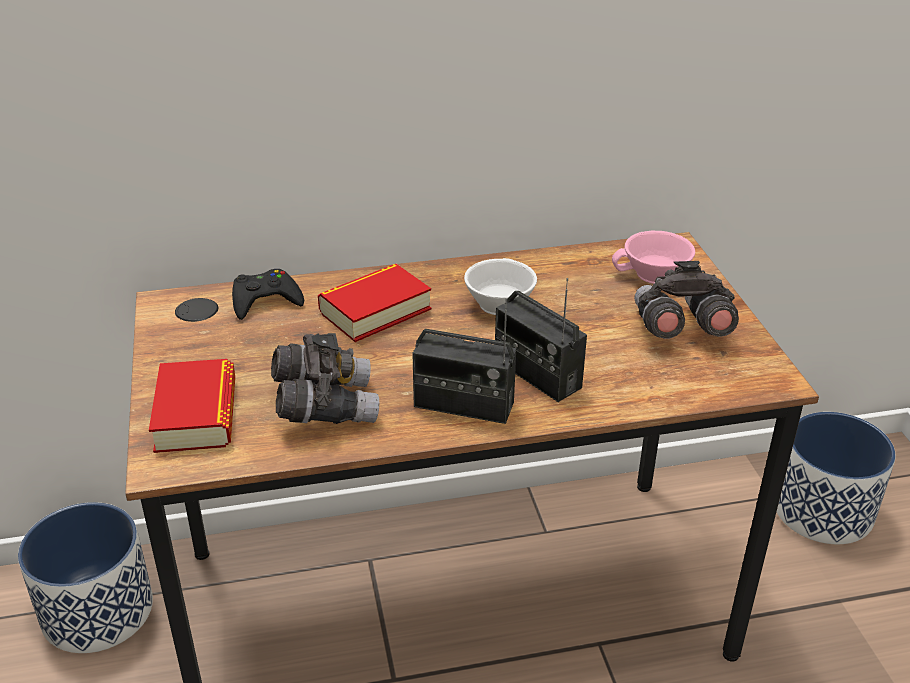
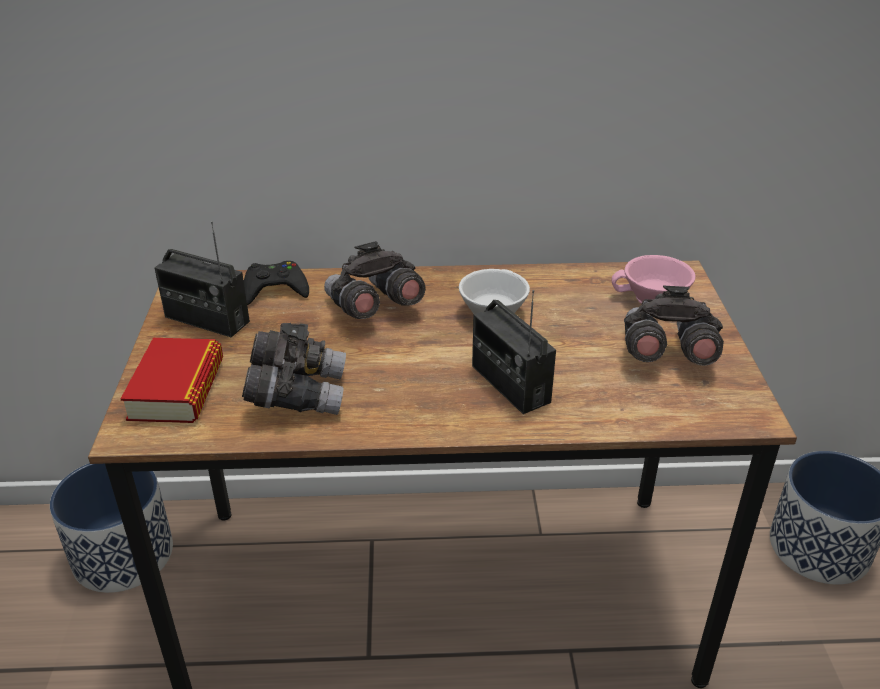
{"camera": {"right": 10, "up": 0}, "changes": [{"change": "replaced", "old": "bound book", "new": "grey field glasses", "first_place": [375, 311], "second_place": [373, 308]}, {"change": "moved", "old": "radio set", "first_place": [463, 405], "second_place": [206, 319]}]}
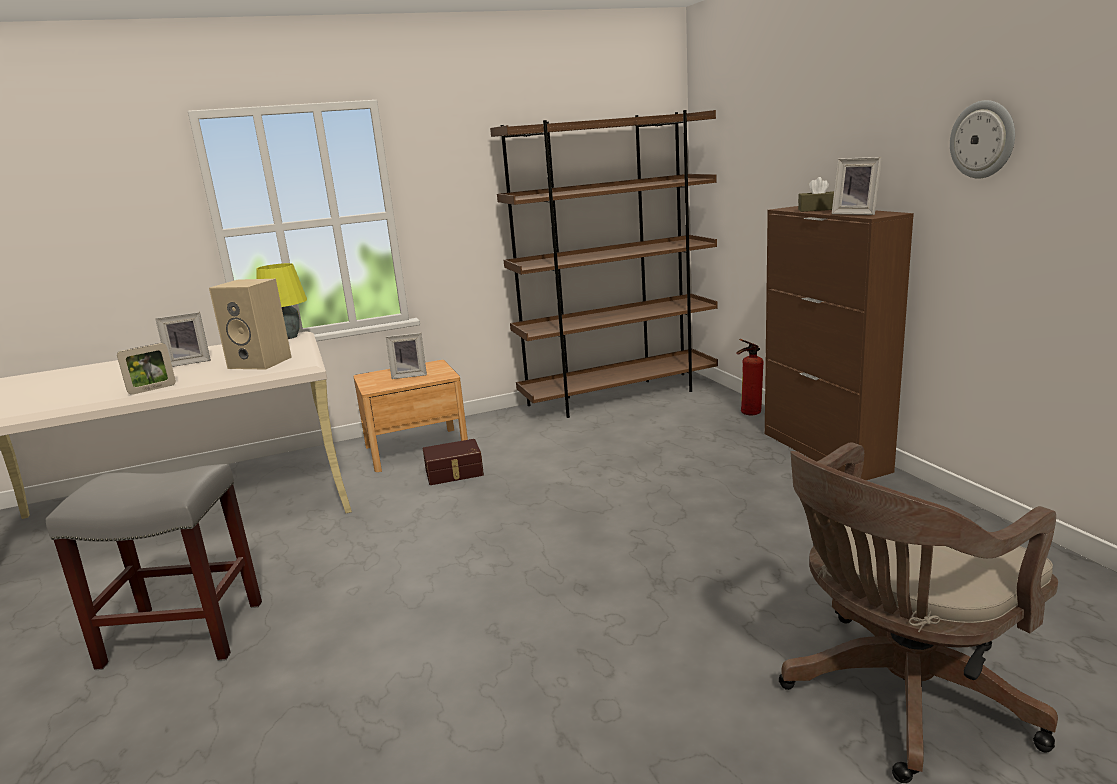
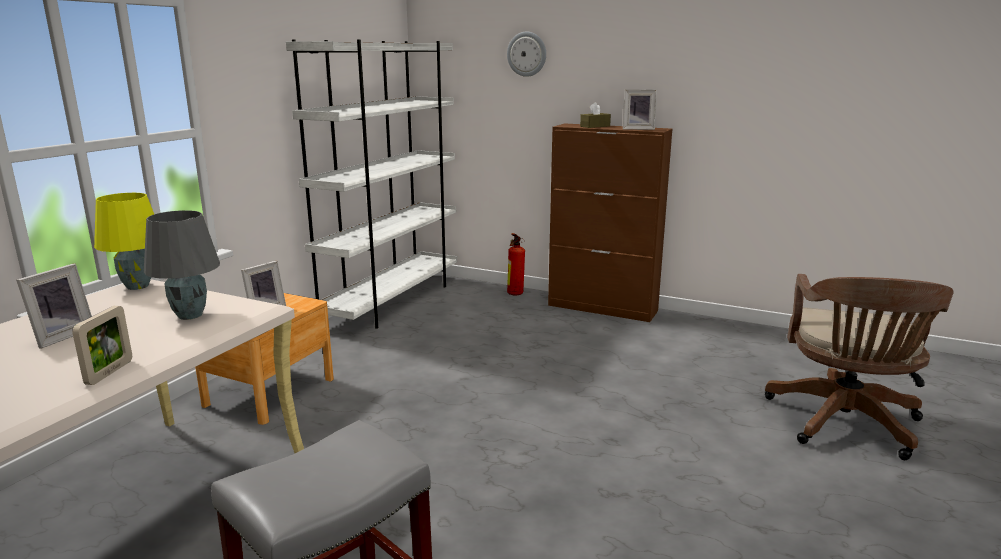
{"camera": {"right": -45, "up": 0}, "changes": [{"change": "replaced", "old": "beige speaker", "new": "grey tabletop lamp", "first_place": [262, 362], "second_place": [191, 315]}, {"change": "removed", "old": "brown-coloured storage container", "first_place": [454, 473]}, {"change": "recoloured", "old": "brown-coloured shelving unit", "new": "whitish shelving unit", "first_place": [619, 396], "second_place": [392, 302]}, {"change": "moved", "old": "clock on the wall", "first_place": [983, 139], "second_place": [527, 54]}]}
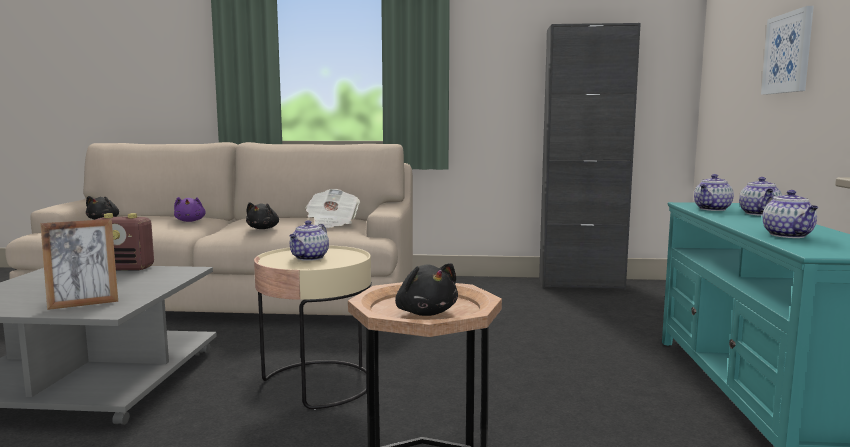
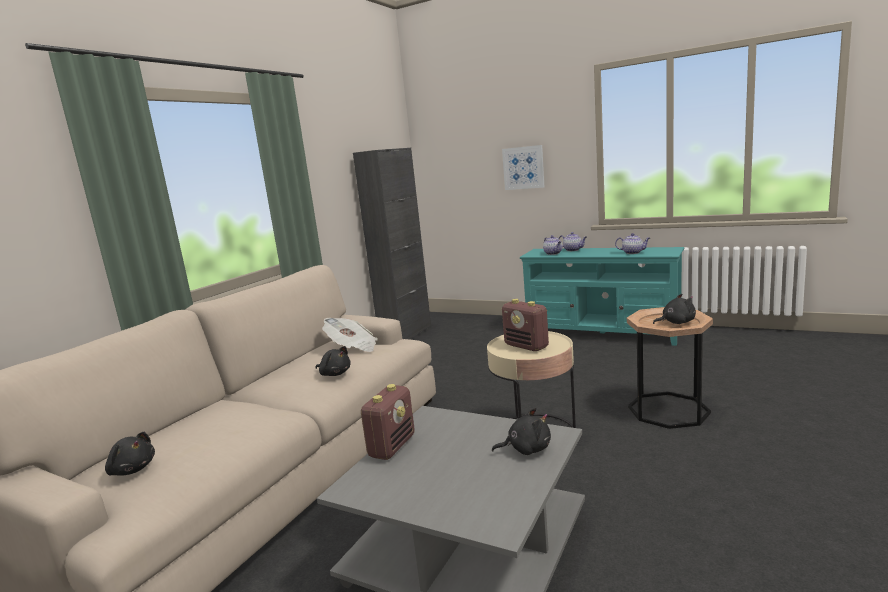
{"camera": {"right": -65, "up": 5}, "changes": [{"change": "replaced", "old": "picture frame", "new": "black soft toy", "first_place": [84, 303], "second_place": [526, 449]}, {"change": "removed", "old": "purple soft toy", "first_place": [190, 221]}, {"change": "replaced", "old": "tea pot", "new": "radio set", "first_place": [309, 258], "second_place": [527, 346]}]}
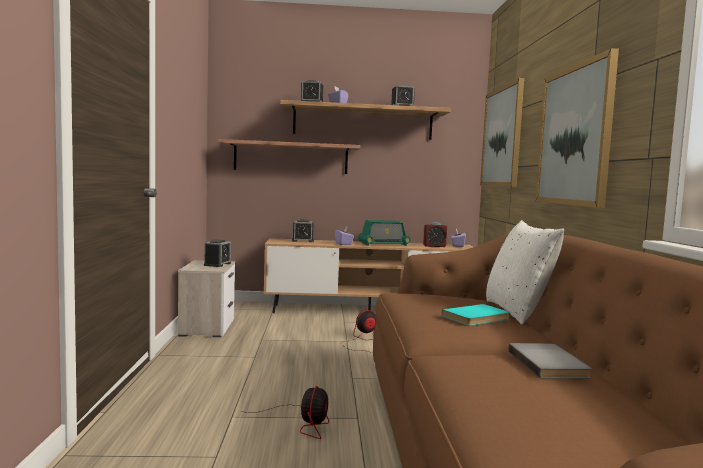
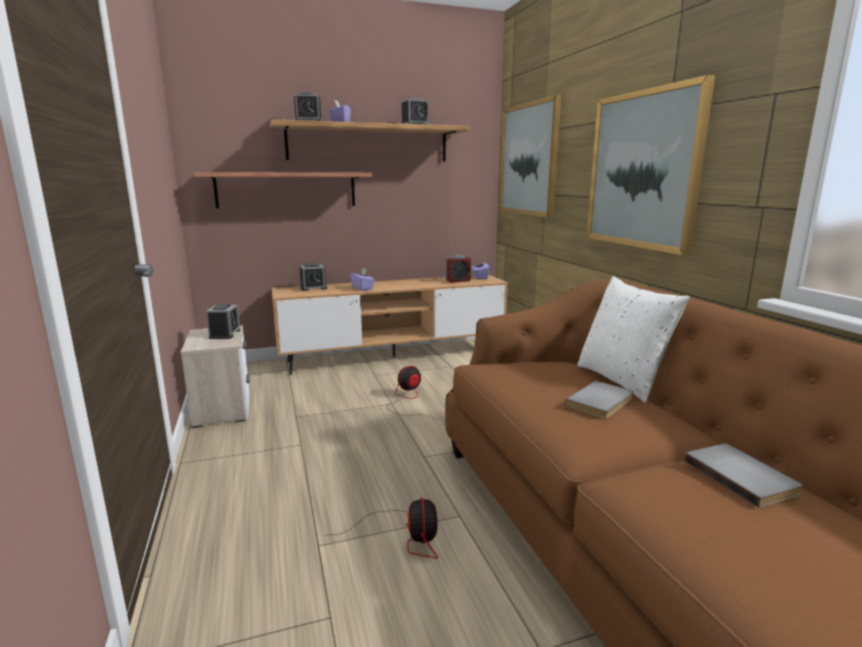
{"camera": {"right": -15, "up": 10}, "changes": [{"change": "removed", "old": "radio set", "first_place": [383, 244]}, {"change": "recoloured", "old": "blue-green bound book", "new": "grey bound book", "first_place": [477, 318], "second_place": [602, 403]}]}
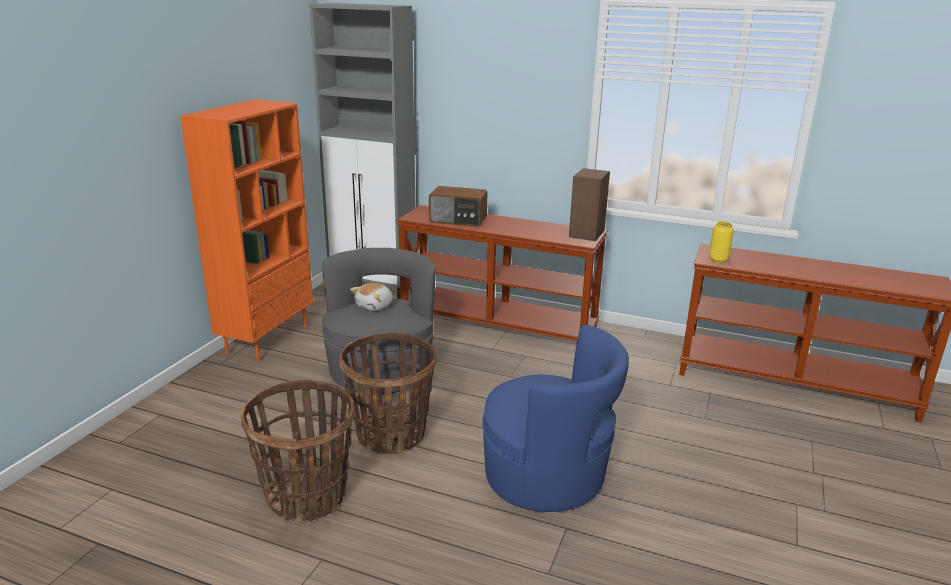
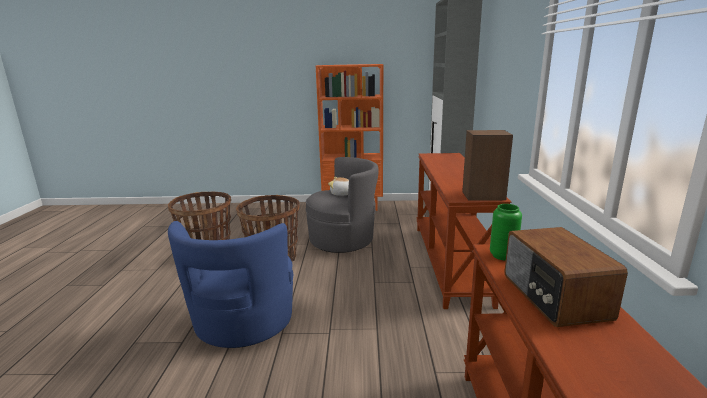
{"camera": {"right": 70, "up": -5}, "changes": [{"change": "moved", "old": "radio set", "first_place": [458, 220], "second_place": [553, 297]}, {"change": "recoloured", "old": "yellow-coloured vase", "new": "greenish vase", "first_place": [718, 260], "second_place": [503, 256]}]}
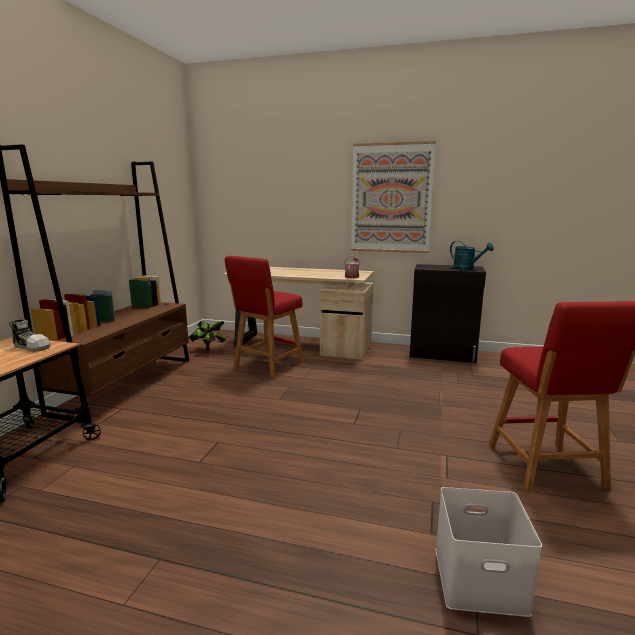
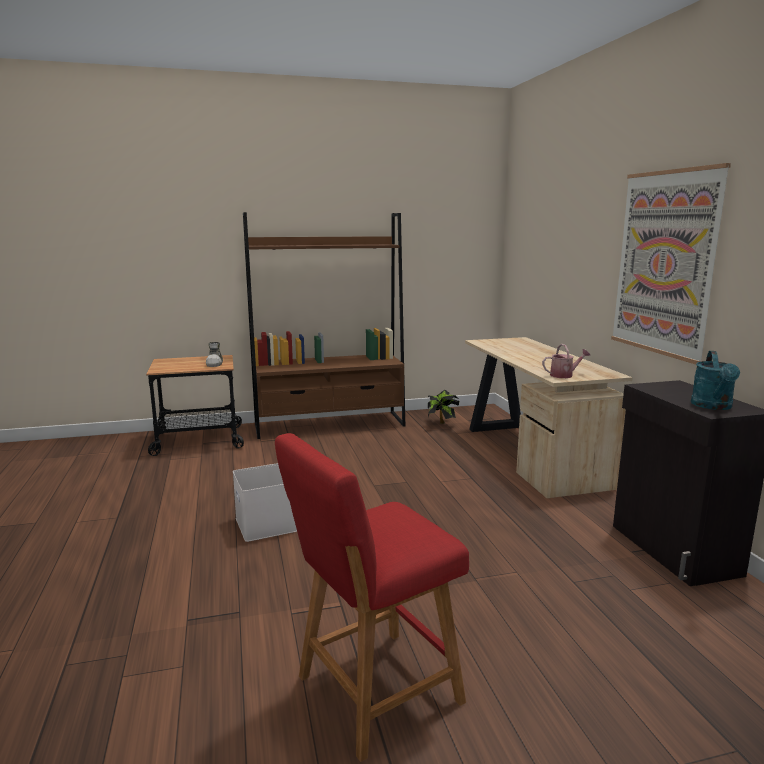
{"camera": {"right": 60, "up": 0}, "changes": [{"change": "removed", "old": "red-coloured sitting stool", "first_place": [267, 365]}, {"change": "moved", "old": "whitish storage container", "first_place": [478, 580], "second_place": [264, 524]}]}
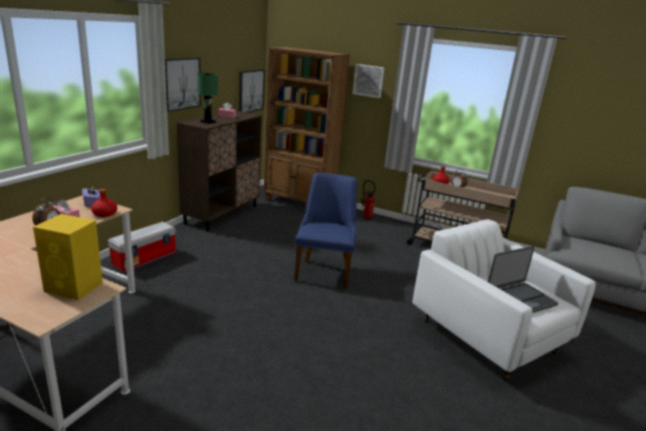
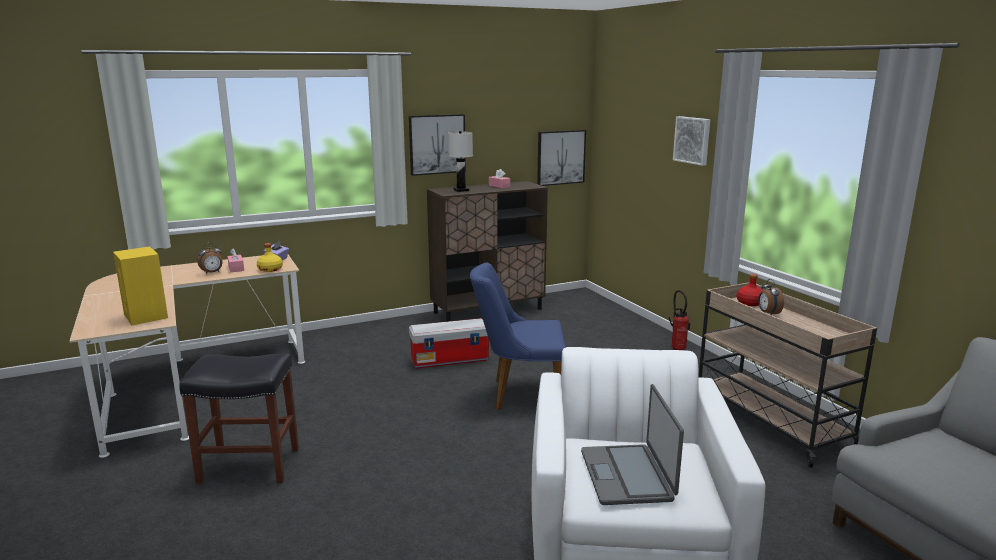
{"camera": {"right": 40, "up": -5}, "changes": [{"change": "recoloured", "old": "red-coloured bottle", "new": "yellow-coloured bottle", "first_place": [104, 214], "second_place": [270, 269]}, {"change": "moved", "old": "storage container", "first_place": [145, 259], "second_place": [450, 359]}, {"change": "recoloured", "old": "greenish tabletop lamp", "new": "whitish tabletop lamp", "first_place": [208, 122], "second_place": [461, 190]}, {"change": "removed", "old": "brown-coloured shelving unit", "first_place": [299, 202]}, {"change": "turned", "old": "bluish chair", "first_place": [324, 270], "second_place": [519, 394], "degrees": -135}, {"change": "turned", "old": "notebook computer", "first_place": [520, 299], "second_place": [627, 475], "degrees": 75}, {"change": "added", "new": "black sitting stool", "second_place": [248, 466]}]}
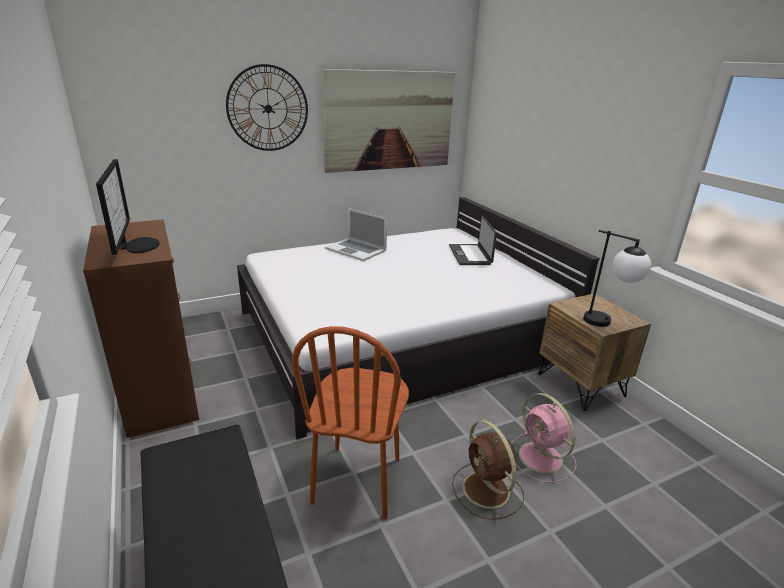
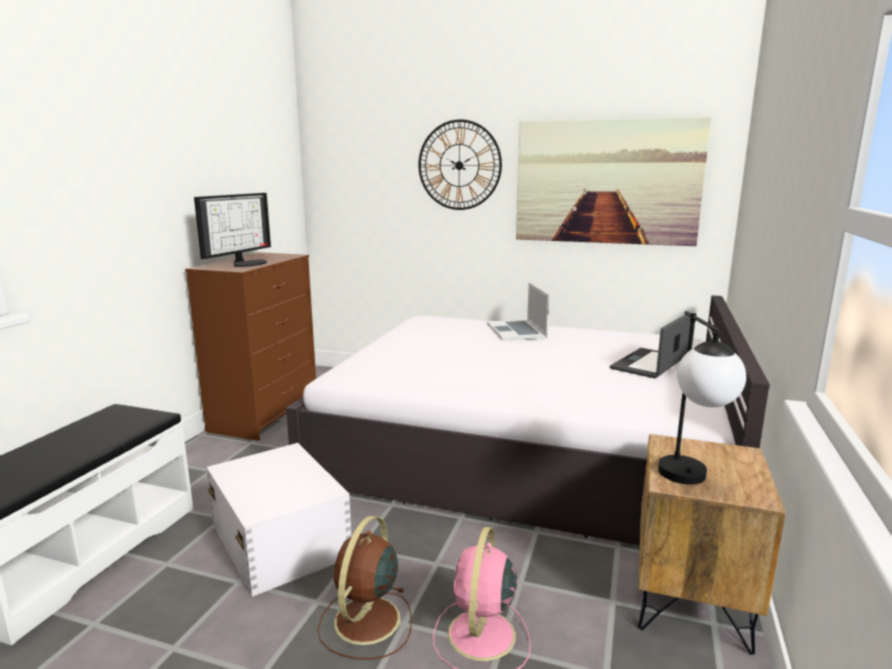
{"camera": {"right": 45, "up": -10}, "changes": [{"change": "replaced", "old": "brown-coloured chair", "new": "whitish storage container", "first_place": [358, 480], "second_place": [280, 539]}]}
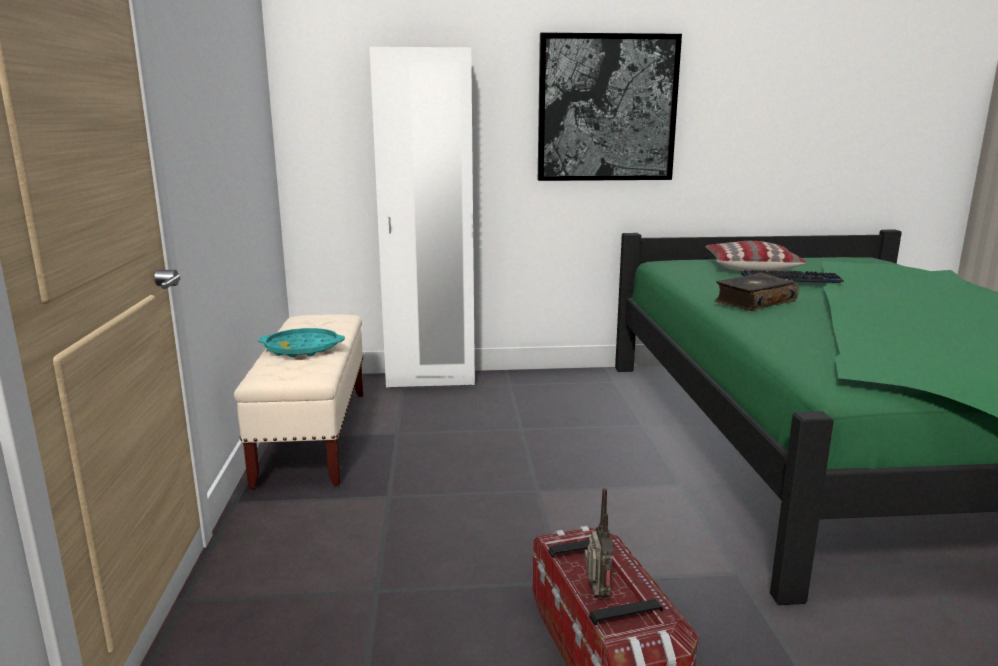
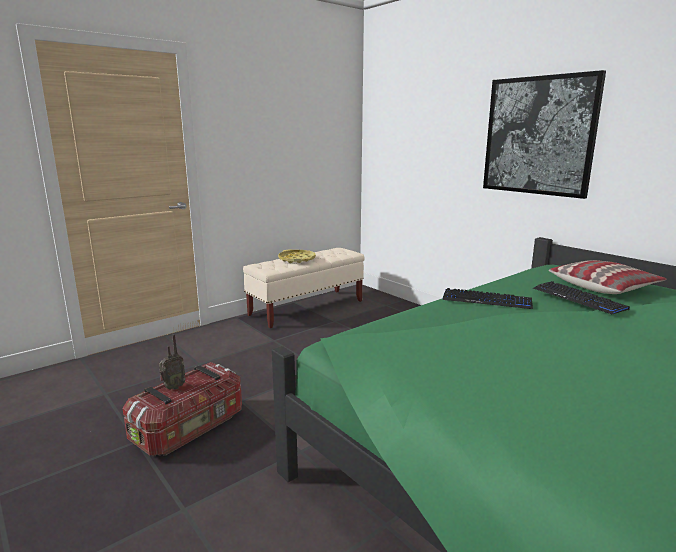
{"camera": {"right": 55, "up": 0}, "changes": [{"change": "recoloured", "old": "blue-green serving tray", "new": "yellow-coloured serving tray", "first_place": [302, 348], "second_place": [297, 259]}, {"change": "removed", "old": "whitish armoire", "first_place": [430, 380]}, {"change": "replaced", "old": "bound book", "new": "computer keyboard", "first_place": [753, 302], "second_place": [486, 300]}]}
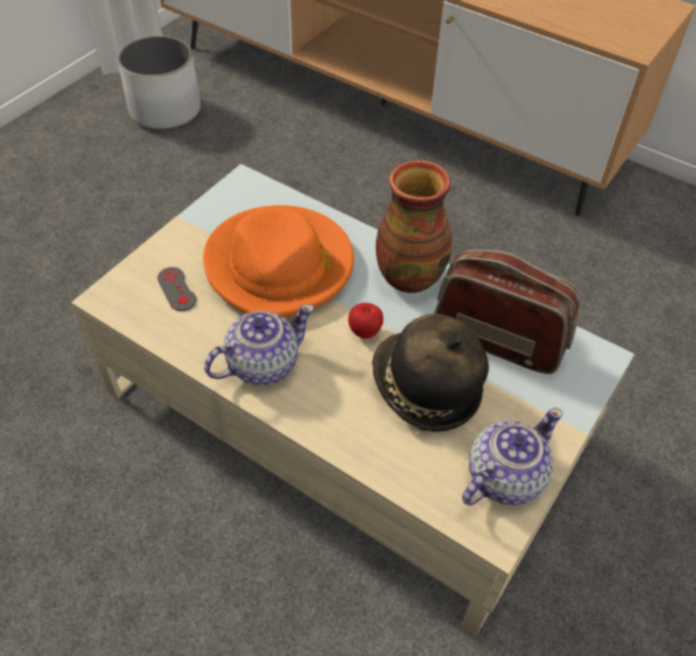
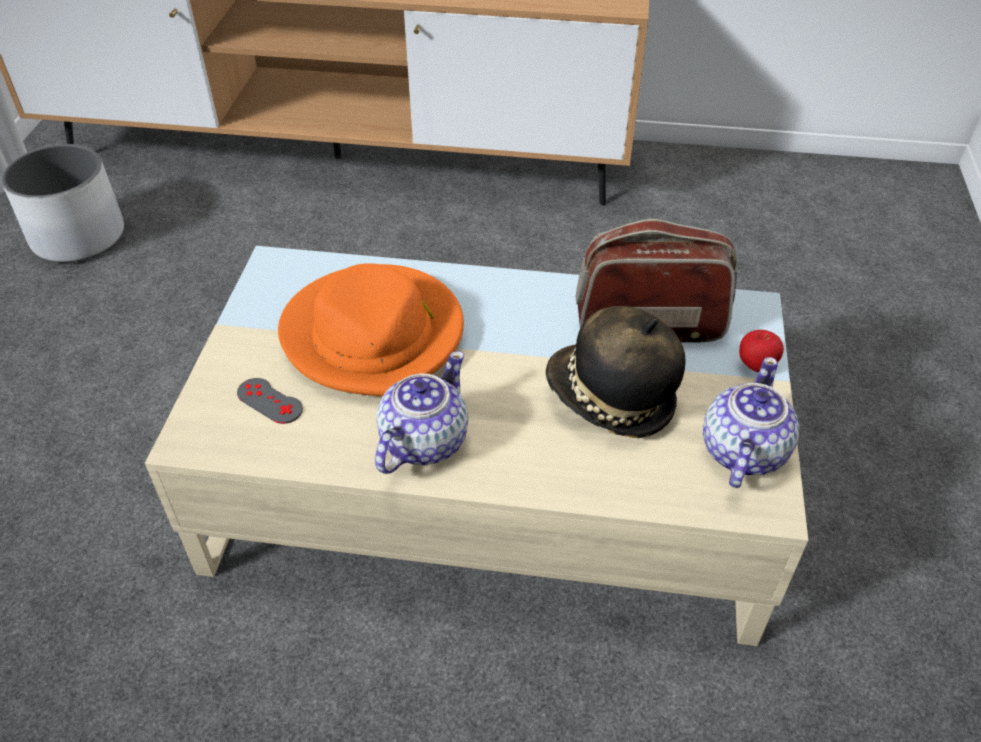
{"camera": {"right": -25, "up": -5}, "changes": [{"change": "moved", "old": "whole apple", "first_place": [365, 332], "second_place": [756, 366]}, {"change": "removed", "old": "vase", "first_place": [409, 276]}]}
